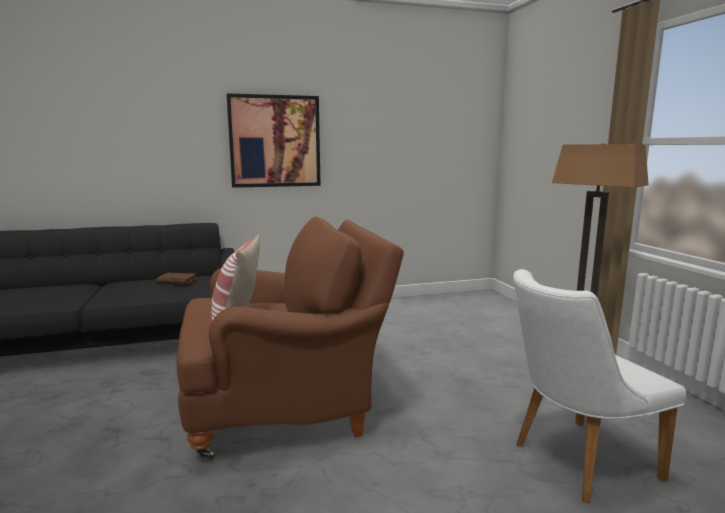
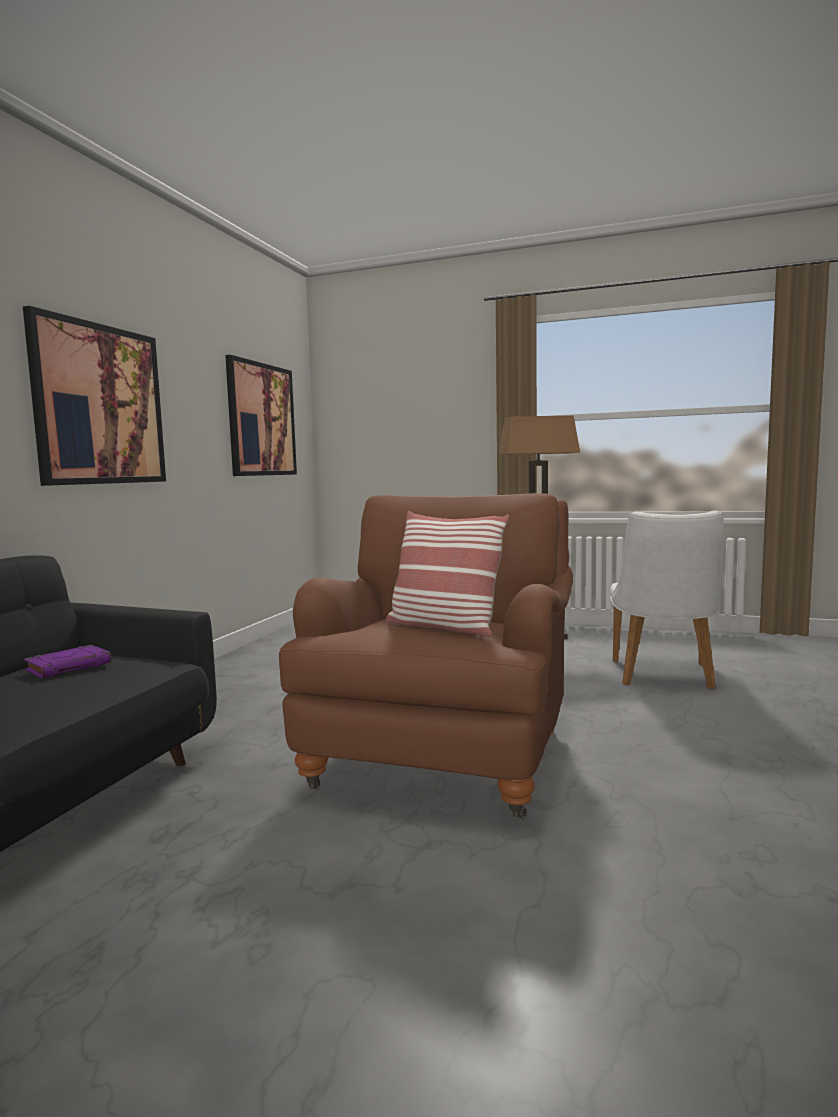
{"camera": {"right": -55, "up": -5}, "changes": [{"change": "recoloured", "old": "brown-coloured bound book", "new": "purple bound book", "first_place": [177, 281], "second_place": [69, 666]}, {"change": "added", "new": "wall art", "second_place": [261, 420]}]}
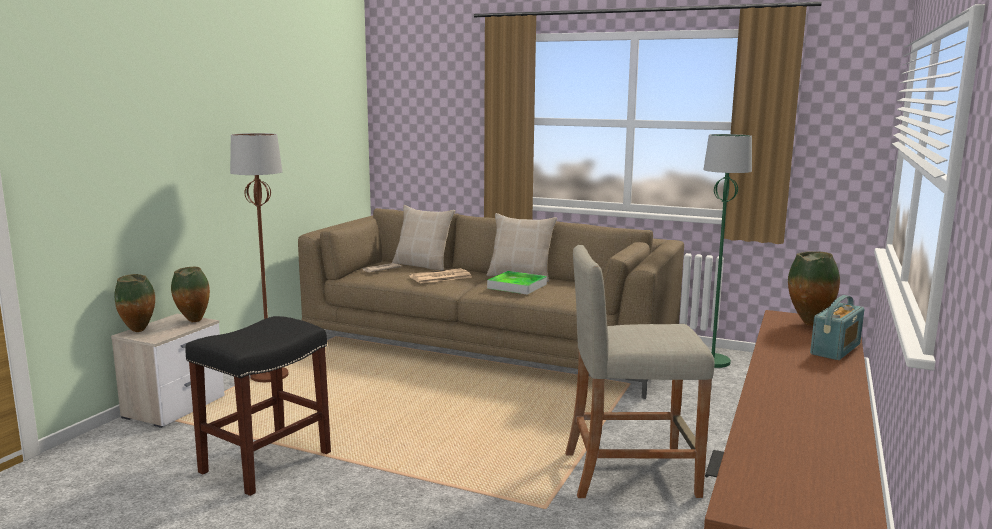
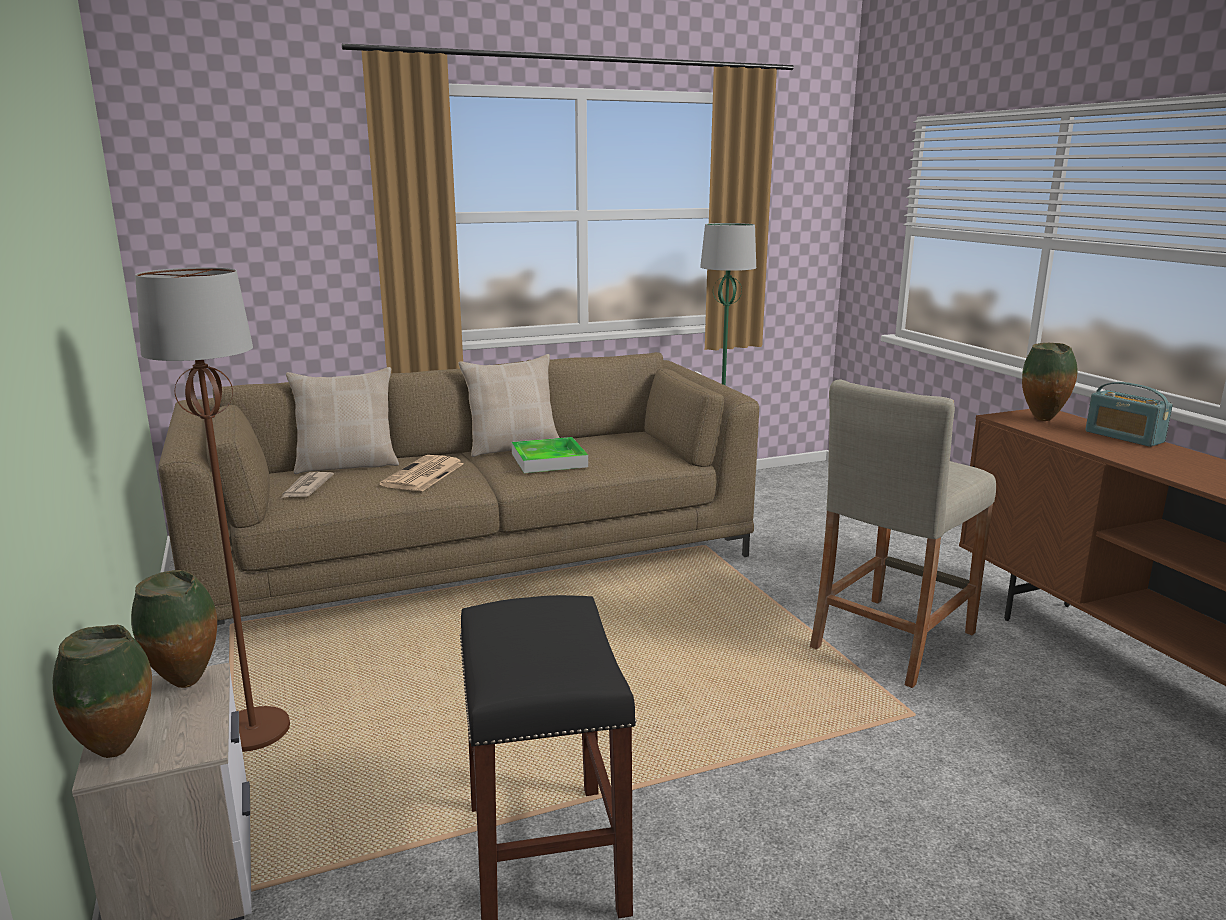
{"camera": {"right": -45, "up": 5}, "changes": [{"change": "turned", "old": "radio set", "first_place": [835, 349], "second_place": [1124, 437], "degrees": 150}]}
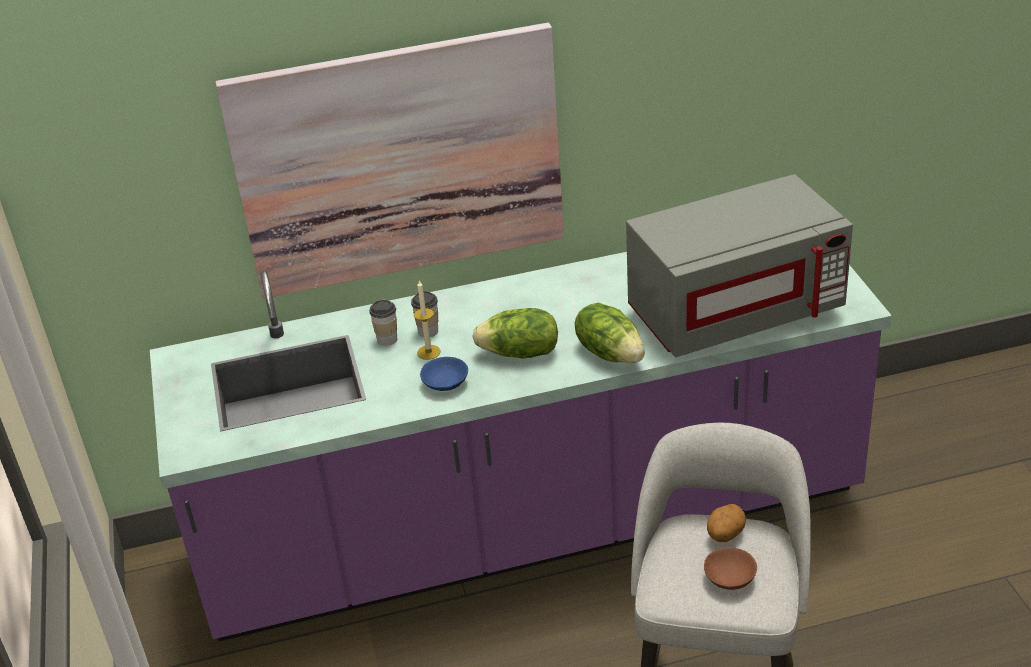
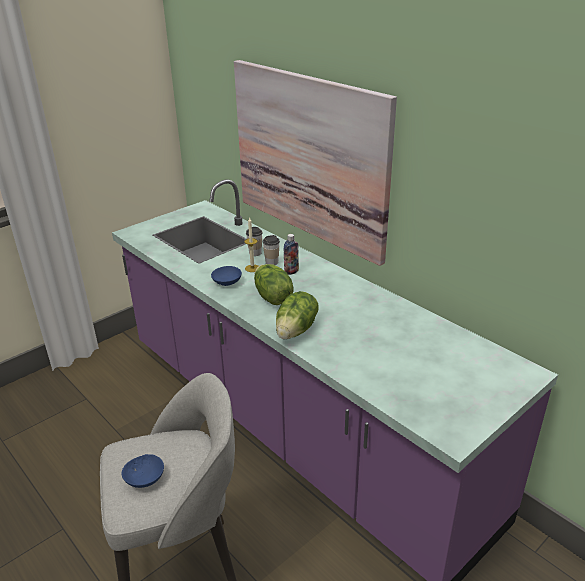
{"camera": {"right": 60, "up": -5}, "changes": [{"change": "removed", "old": "grey kitchen microwave", "first_place": [735, 312]}, {"change": "recoloured", "old": "brown-coloured bowl", "new": "bluish bowl", "first_place": [731, 578], "second_place": [144, 479]}, {"change": "removed", "old": "spud", "first_place": [725, 534]}, {"change": "added", "new": "bottle", "second_place": [291, 271]}]}
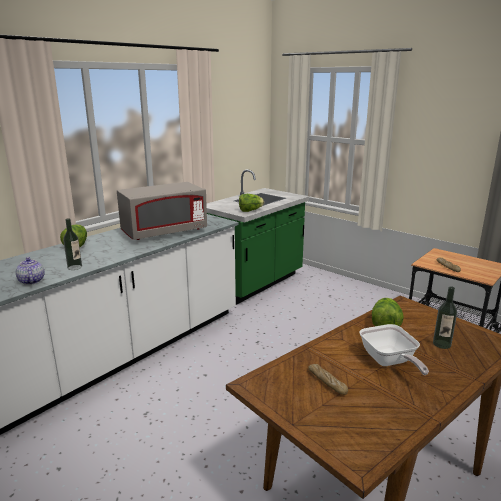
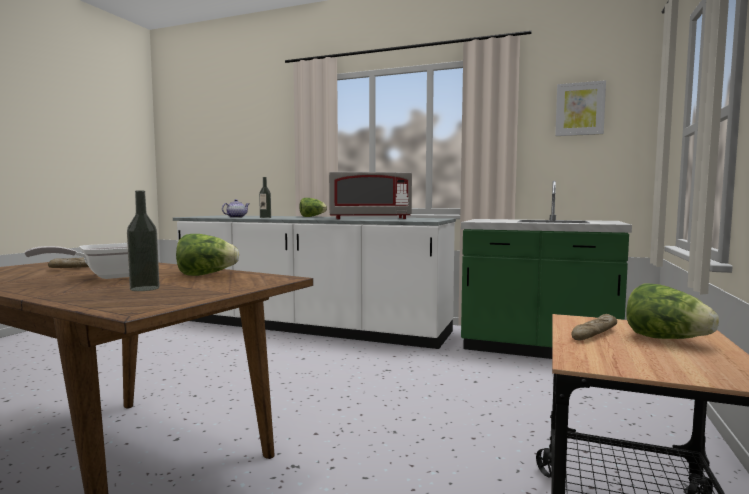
{"camera": {"right": 70, "up": -15}, "changes": [{"change": "turned", "old": "grey kitchen microwave", "first_place": [164, 232], "second_place": [369, 218], "degrees": -45}, {"change": "moved", "old": "head of lettuce", "first_place": [250, 211], "second_place": [666, 339]}, {"change": "added", "new": "wall art", "second_place": [580, 109]}]}
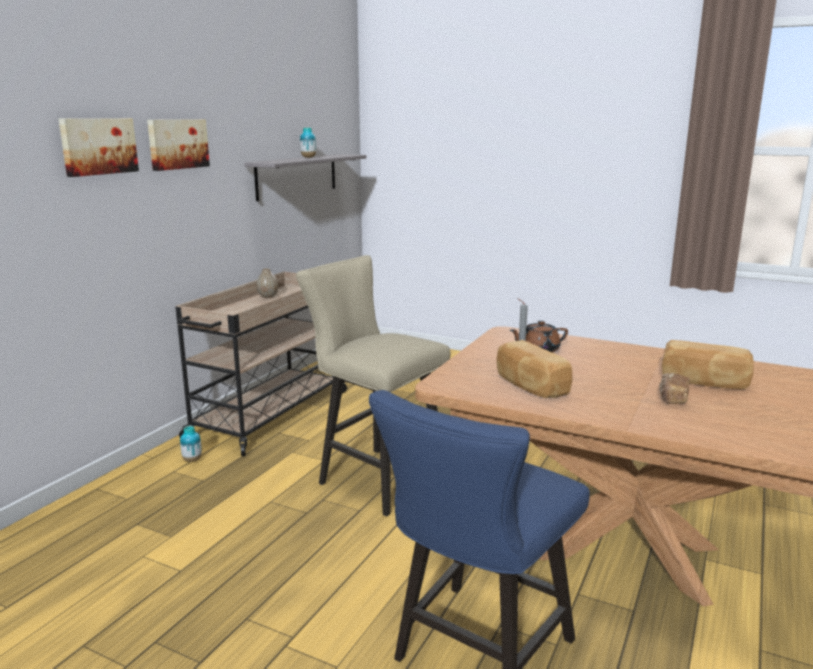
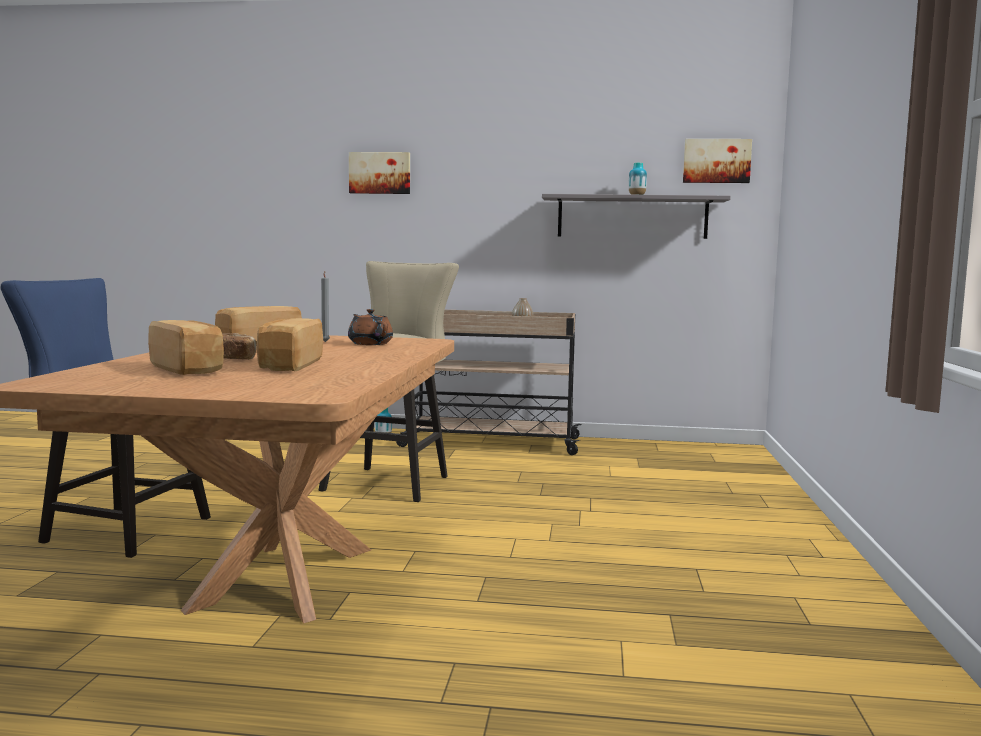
{"camera": {"right": 70, "up": -10}, "changes": [{"change": "moved", "old": "wall art", "first_place": [177, 144], "second_place": [716, 161]}, {"change": "added", "new": "baked bread", "second_place": [188, 369]}]}
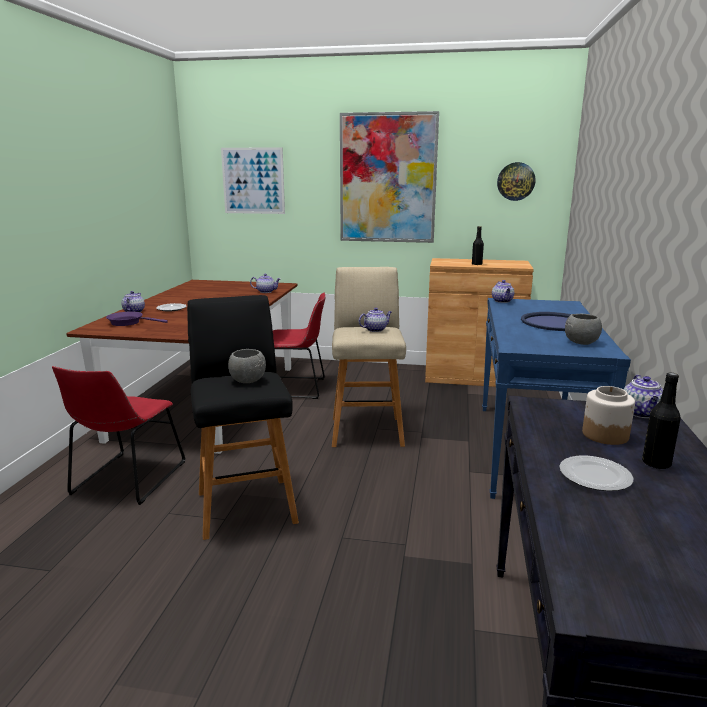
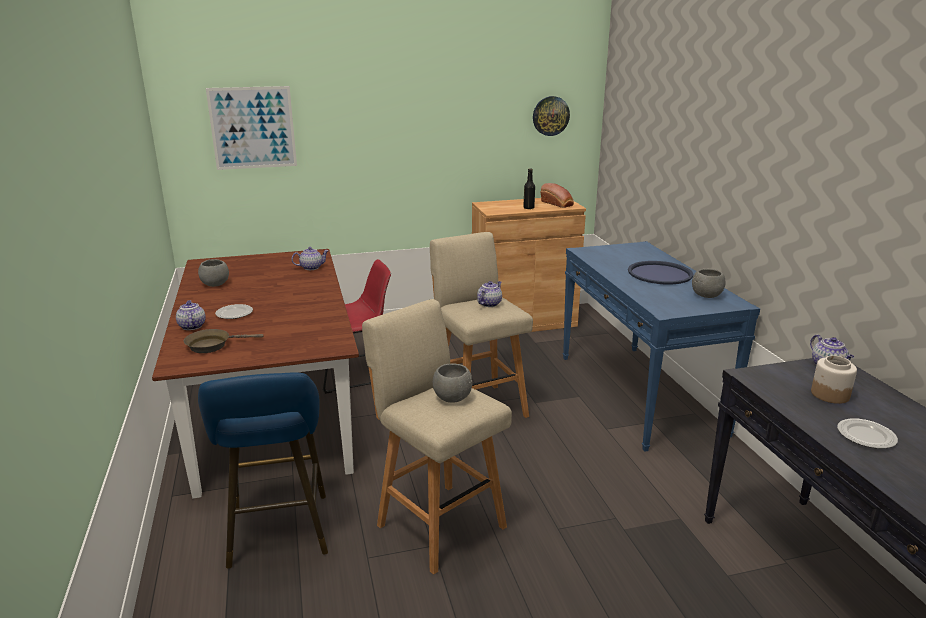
{"camera": {"right": -25, "up": 5}, "changes": [{"change": "replaced", "old": "red-coloured chair", "new": "bluish sitting stool", "first_place": [126, 480], "second_place": [279, 535]}, {"change": "recoloured", "old": "purple frying pan", "new": "brown-coloured frying pan", "first_place": [128, 322], "second_place": [212, 345]}, {"change": "recoloured", "old": "black sitting stool", "new": "beige sitting stool", "first_place": [246, 505], "second_place": [438, 524]}, {"change": "removed", "old": "wall art", "first_place": [387, 178]}, {"change": "removed", "old": "tea pot", "first_place": [502, 301]}, {"change": "removed", "old": "black bottle", "first_place": [656, 463]}, {"change": "added", "new": "grey bowl", "second_place": [215, 284]}, {"change": "added", "new": "baked bread", "second_place": [557, 204]}]}
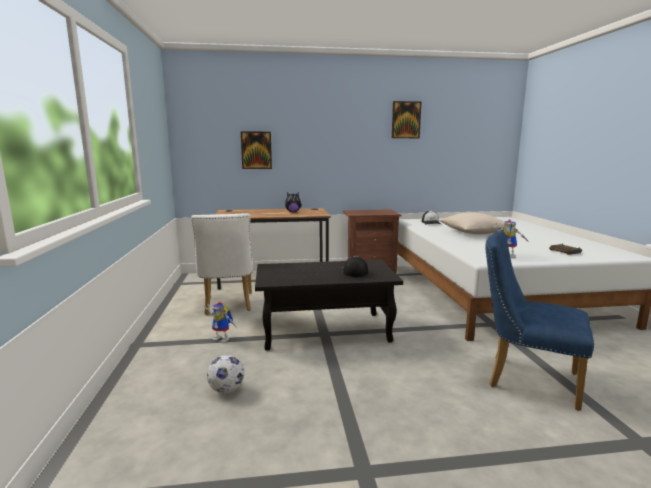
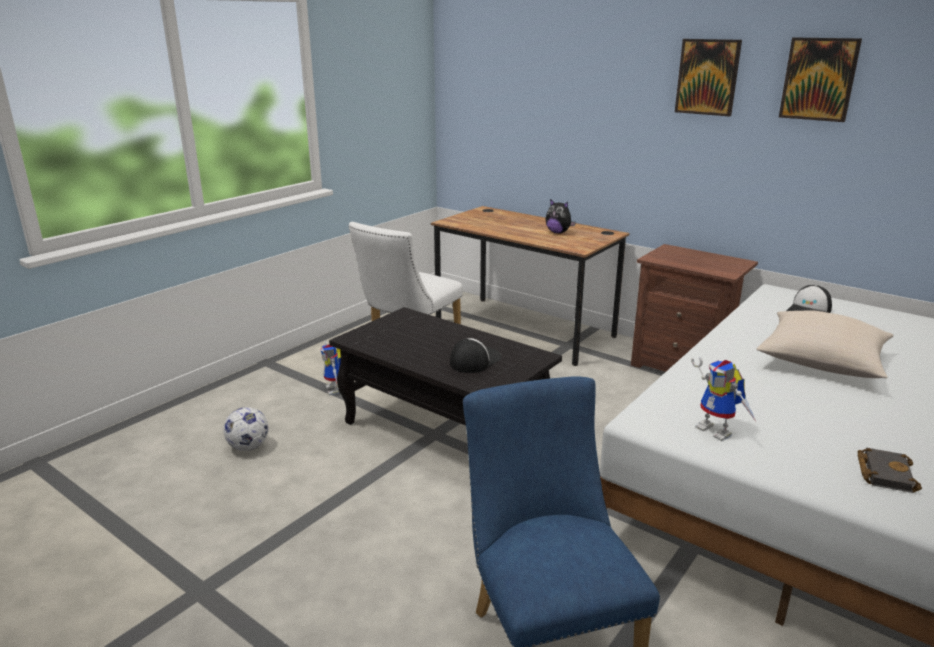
{"camera": {"right": 45, "up": 10}, "changes": [{"change": "moved", "old": "wall art", "first_place": [256, 150], "second_place": [707, 77]}]}
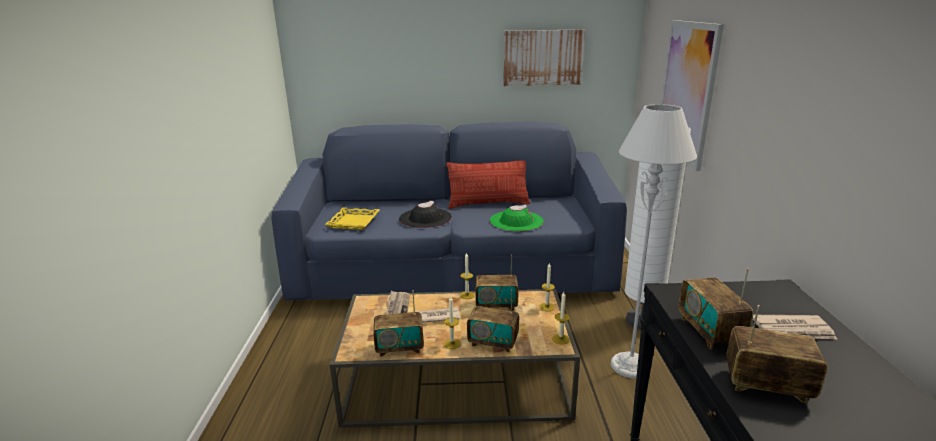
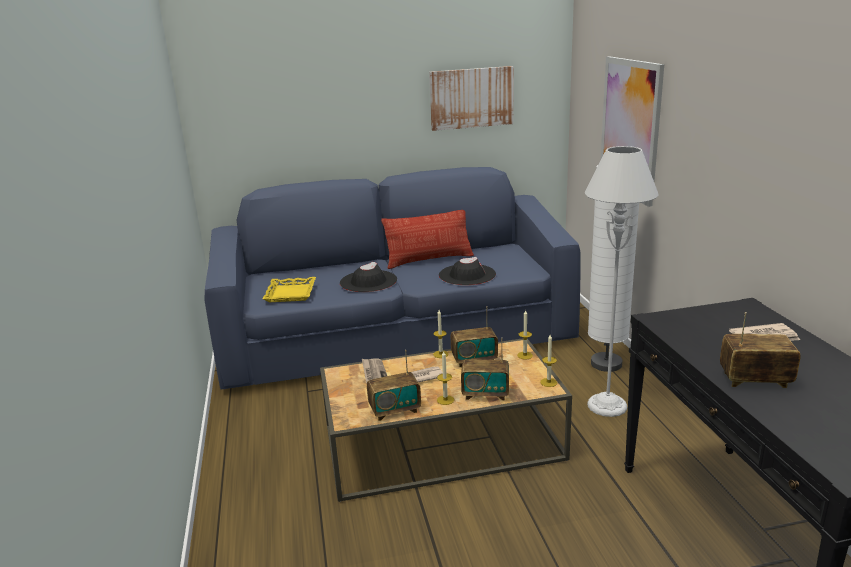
{"camera": {"right": -10, "up": 0}, "changes": [{"change": "recoloured", "old": "greenish hat", "new": "black hat", "first_place": [516, 221], "second_place": [467, 275]}, {"change": "removed", "old": "radio set", "first_place": [709, 332]}]}
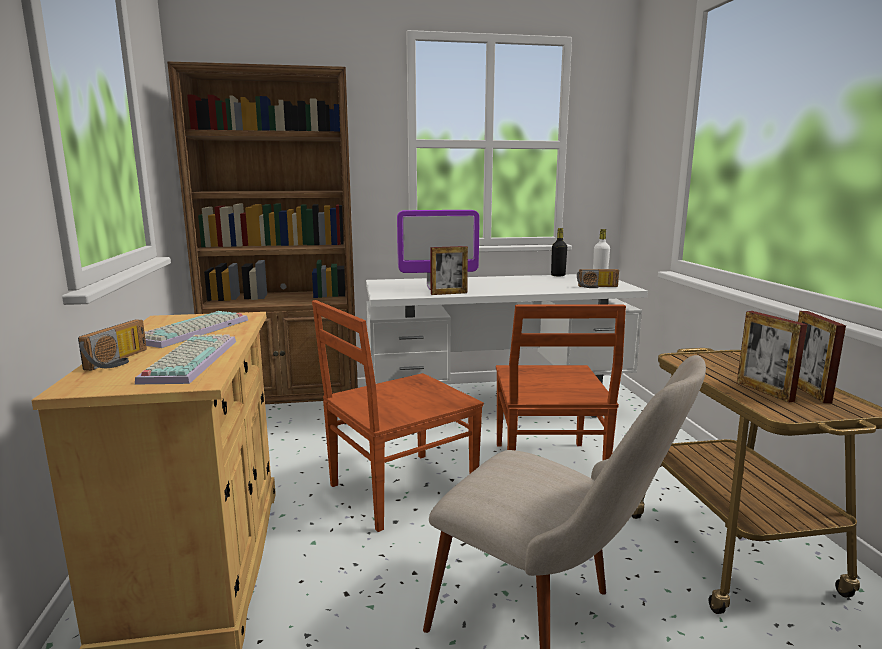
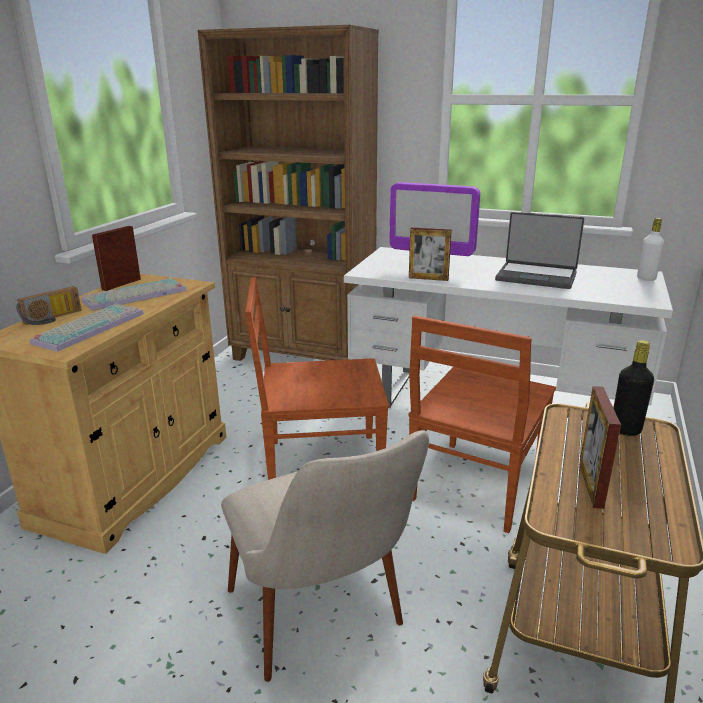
{"camera": {"right": 30, "up": 10}, "changes": [{"change": "moved", "old": "black bottle", "first_place": [558, 275], "second_place": [625, 430]}, {"change": "removed", "old": "radio set", "first_place": [597, 287]}, {"change": "moved", "old": "picture frame", "first_place": [809, 391], "second_place": [121, 284]}, {"change": "added", "new": "notebook computer", "second_place": [536, 276]}]}
